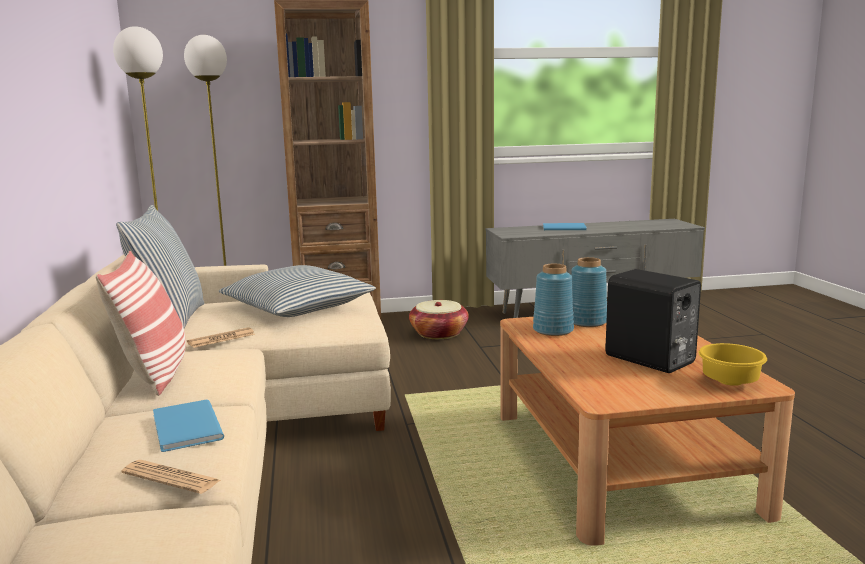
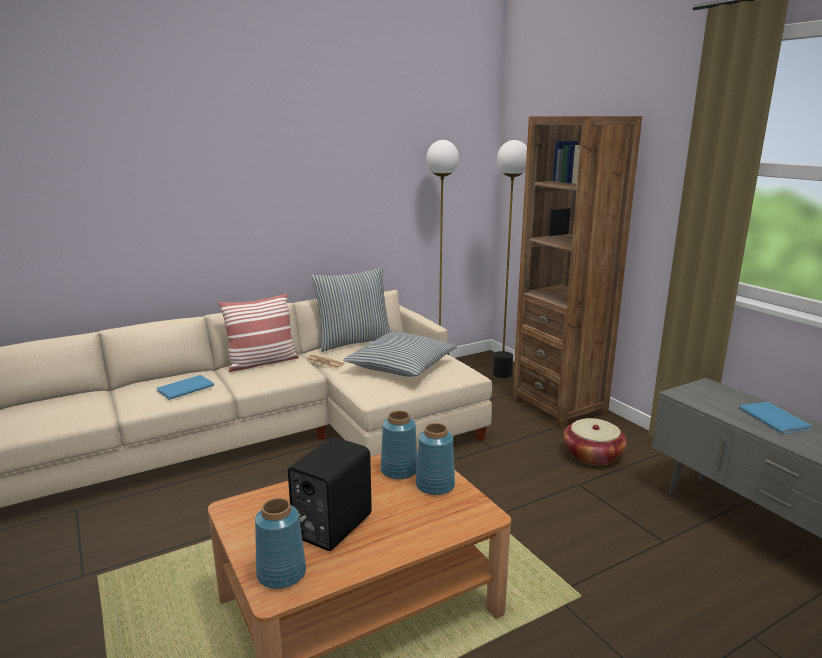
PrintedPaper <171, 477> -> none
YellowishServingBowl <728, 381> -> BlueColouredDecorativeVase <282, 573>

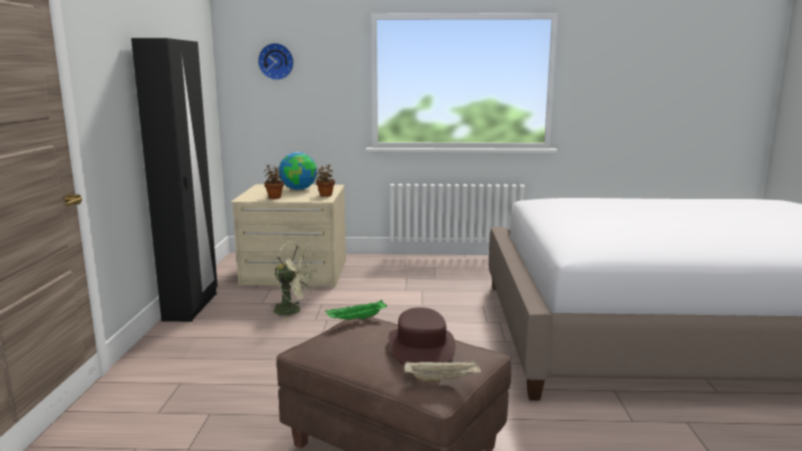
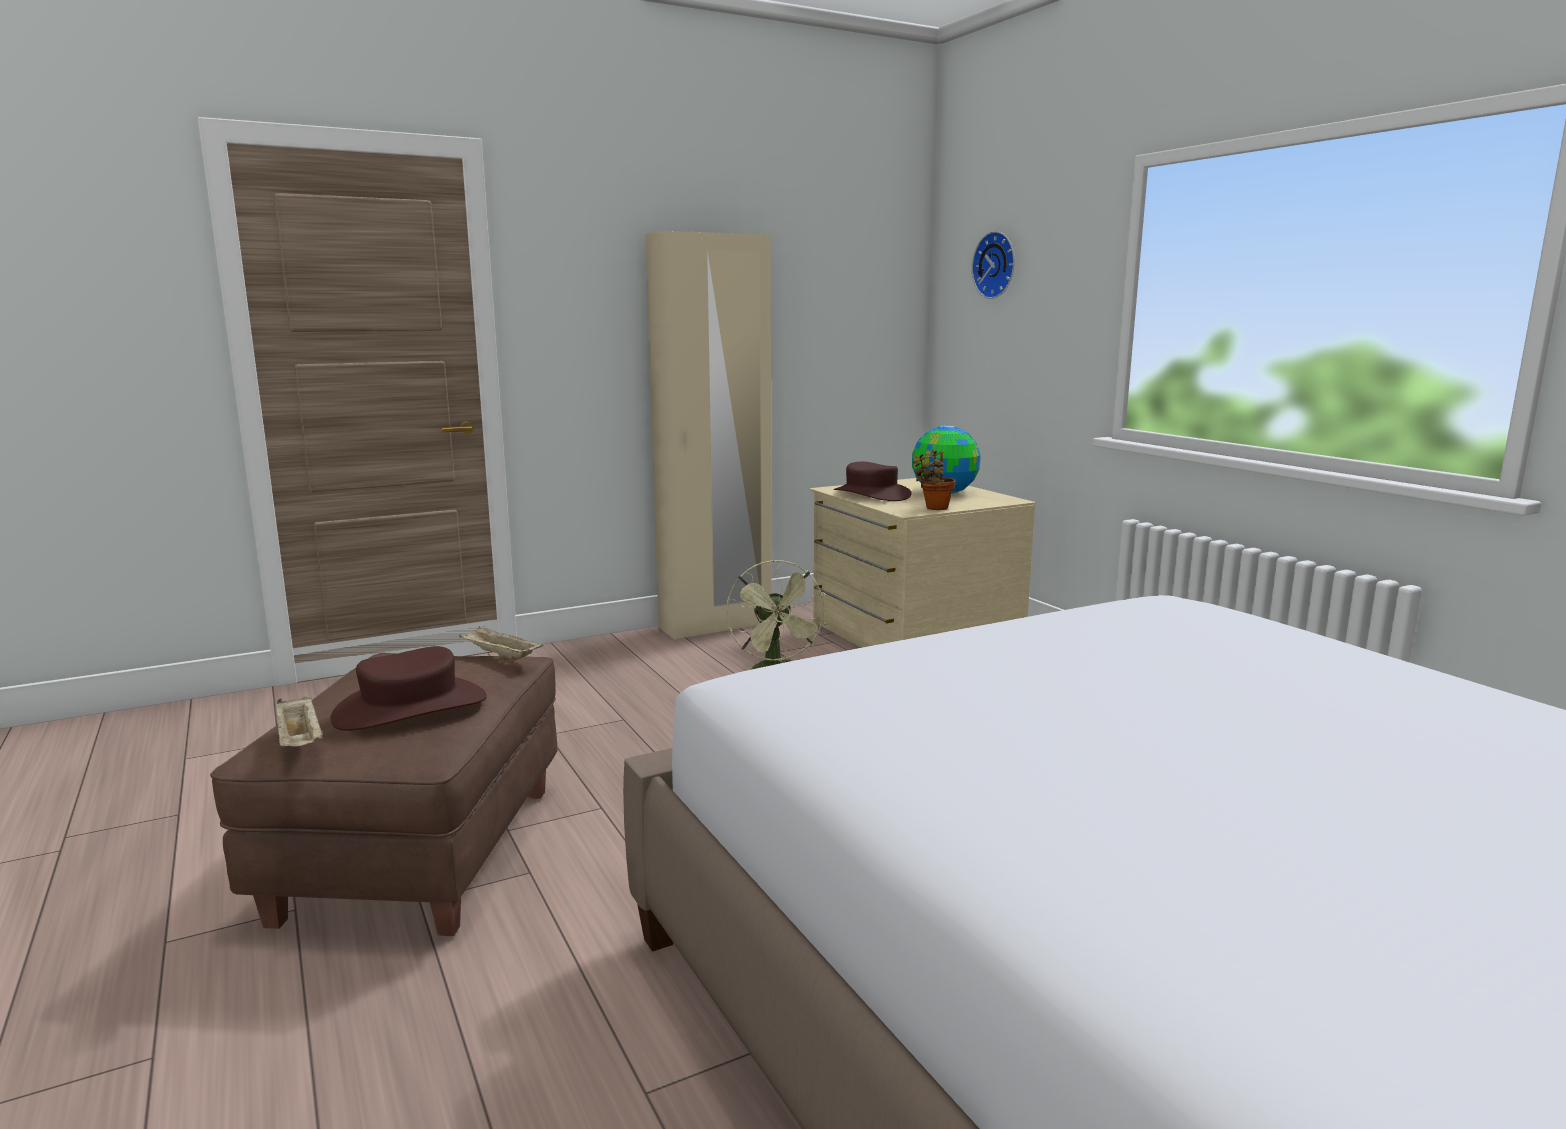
Houseplant <274, 197> -> BrownishClothingHat <871, 495>
BlackColouredArmoire <191, 307> -> SandColouredArmoire <715, 625>
GreenishCarryingTray <356, 320> -> SandColouredCarryingTray <500, 656>

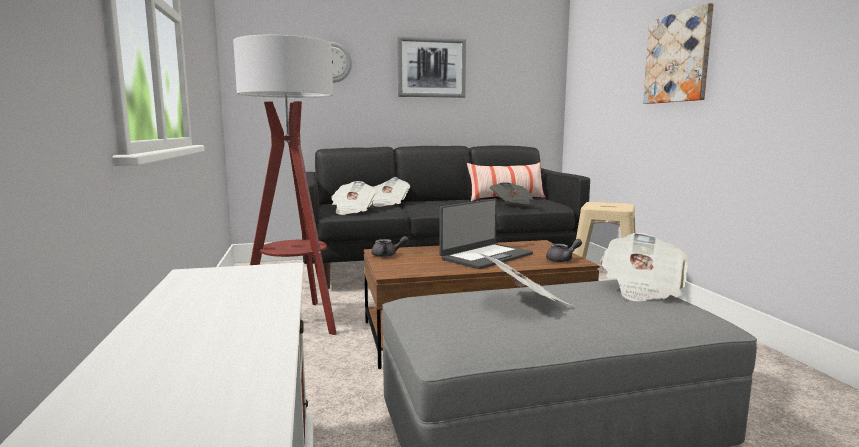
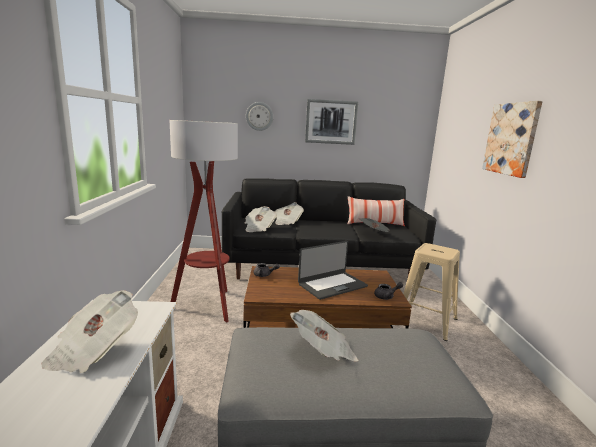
PrintedPaper <641, 289> -> PrintedPaper <93, 350>, moved

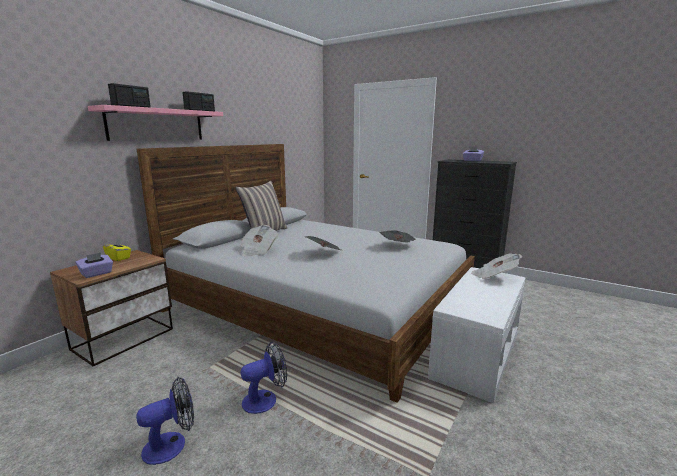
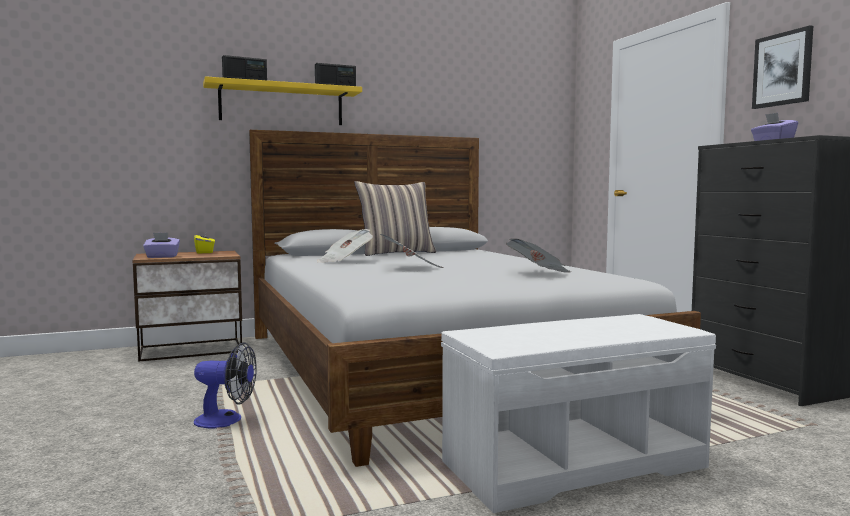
Fan <172, 444> -> none
PrintedPaper <494, 277> -> none
none -> WallPicture <782, 69>
PinkBracketShelf <157, 125> -> YellowishBracketShelf <282, 105>

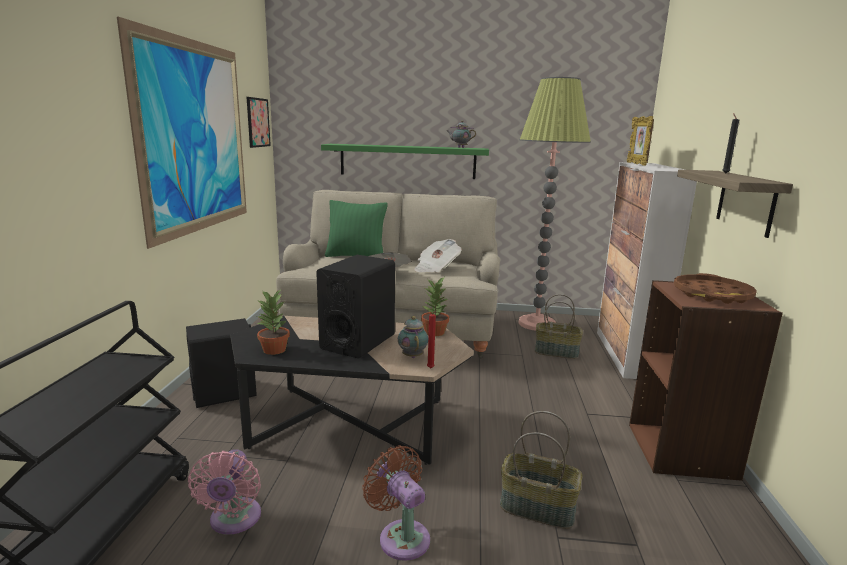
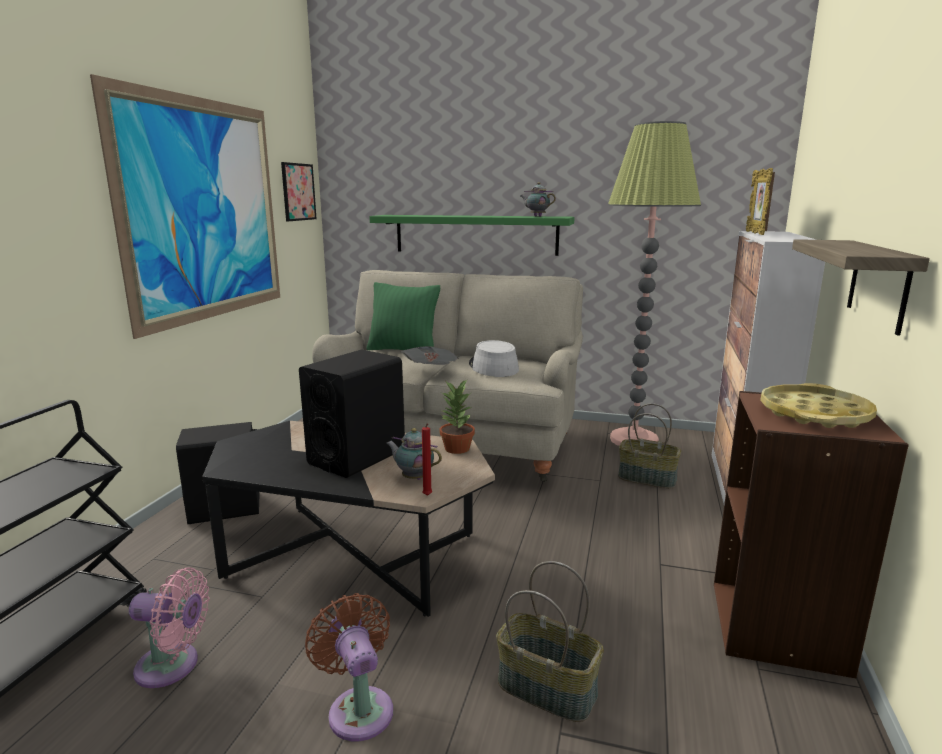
Houseplant <274, 350> -> none
BlackColouredWaxLight <725, 173> -> none
PrintedPaper <436, 268> -> GreyClothingHat <493, 367>
BrownishCarryingTray <712, 295> -> YellowishCarryingTray <814, 414>
PinkFan <234, 521> -> PinkFan <173, 666>, 90 degrees counterclockwise
Teapot <412, 355> -> Teapot <413, 478>, 60 degrees counterclockwise

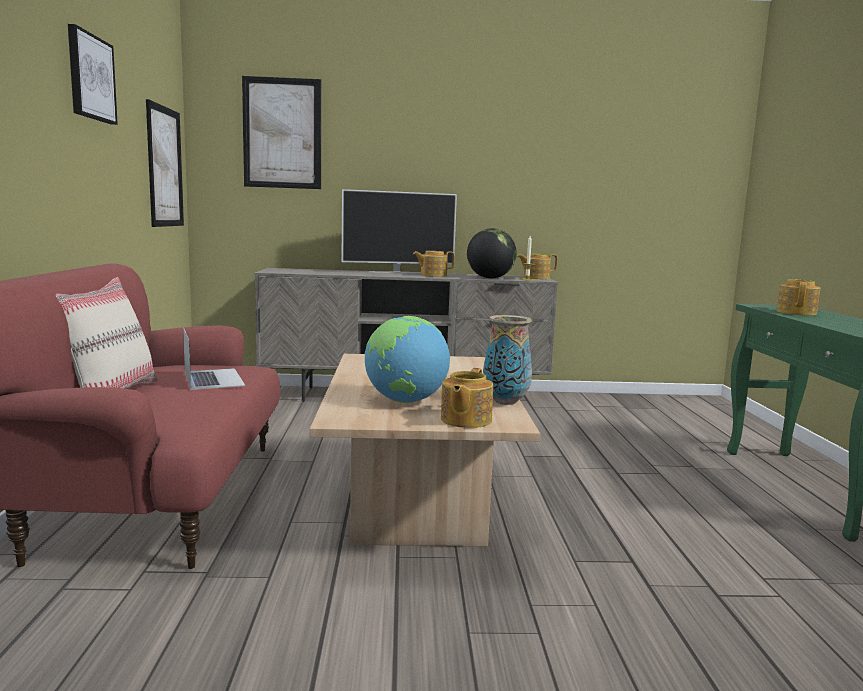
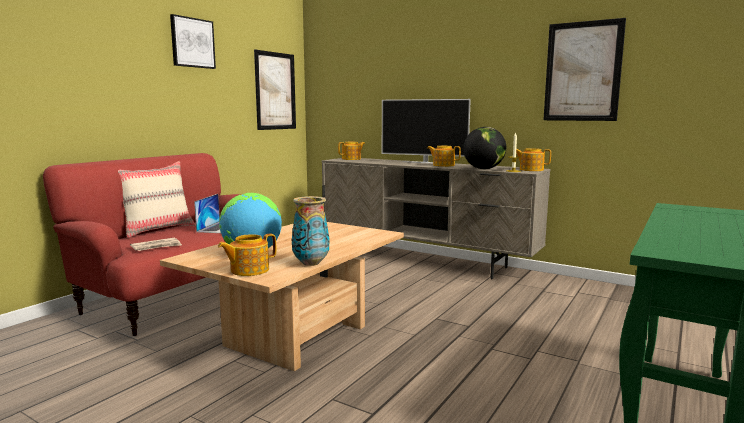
none -> PrintedPaper <157, 247>
WallPicture <282, 133> -> WallPicture <582, 71>, moved
Teapot <796, 312> -> Teapot <352, 159>, moved

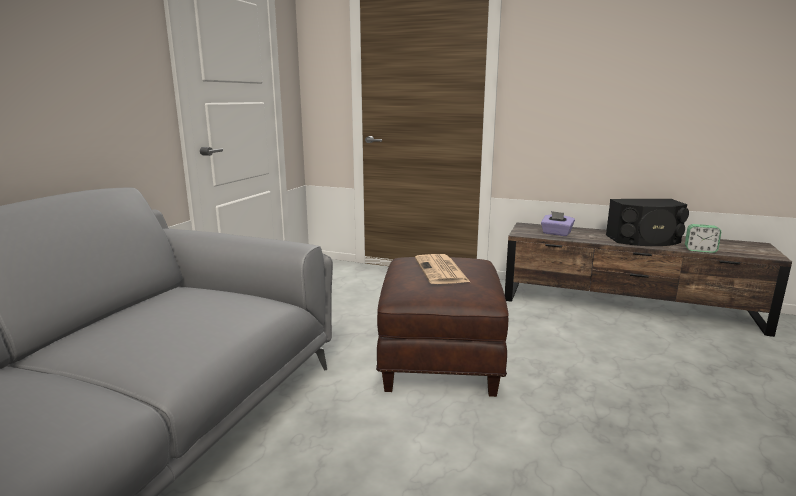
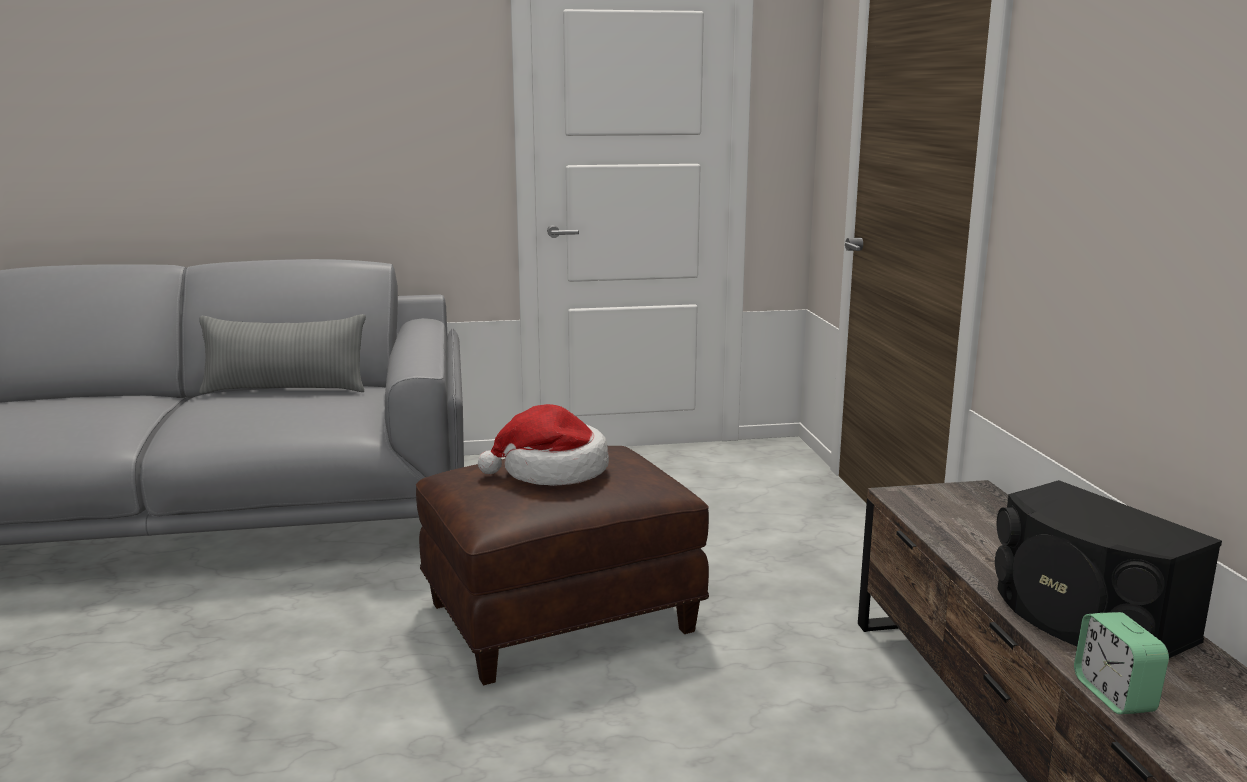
PurplishTissueHolder <556, 233> -> none
none -> GreyThrowPillow <285, 389>
PrintedPaper <441, 270> -> ClothingHat <552, 471>

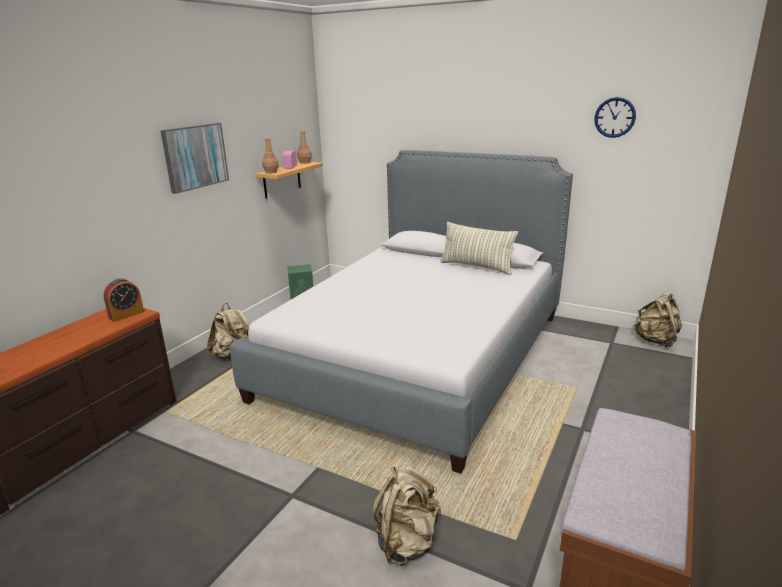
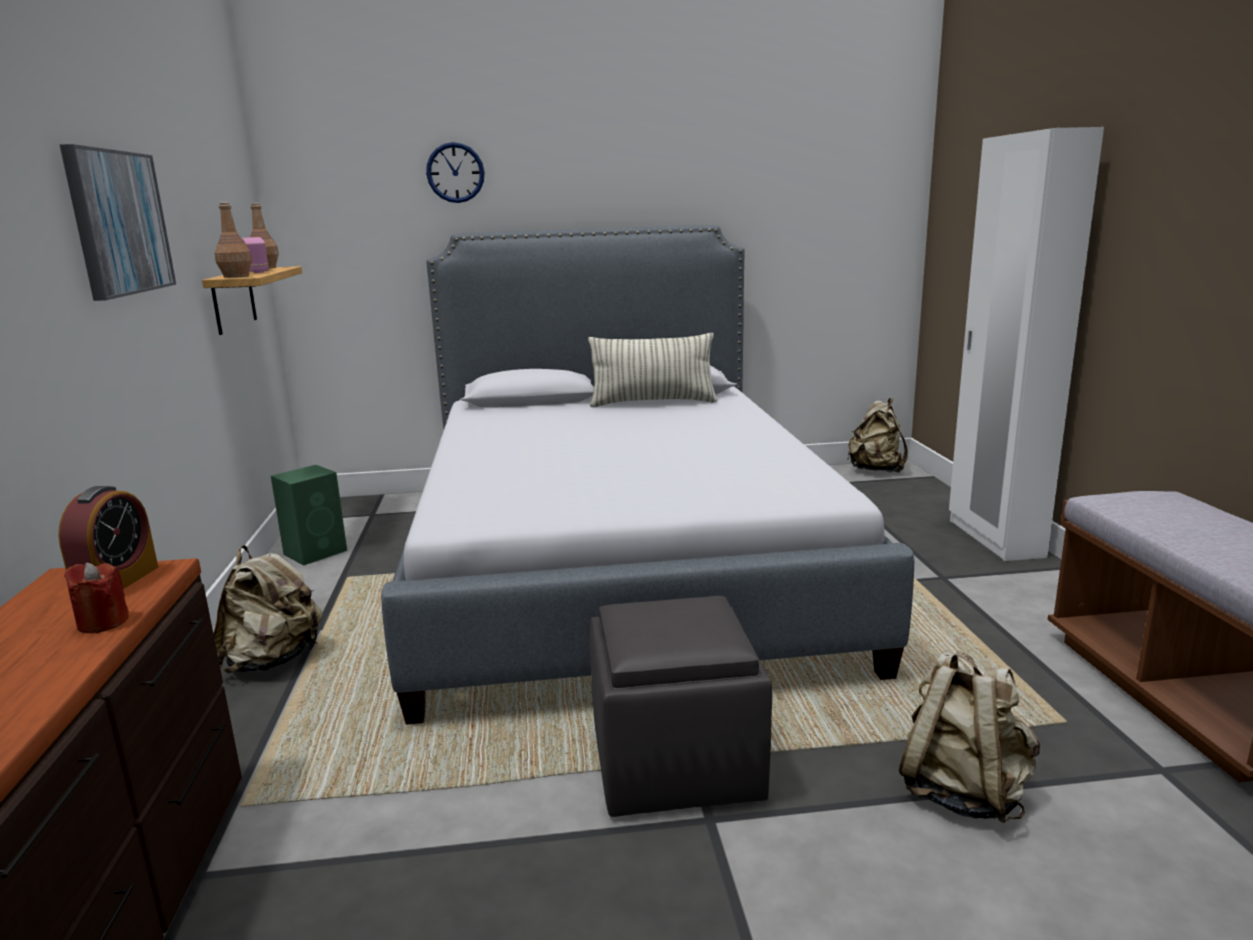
none -> ReddishWaxLight <103, 622>
none -> GreyOttoman <676, 762>
none -> WhiteArmoire <994, 538>
WallClock <614, 117> -> WallClock <455, 173>, moved

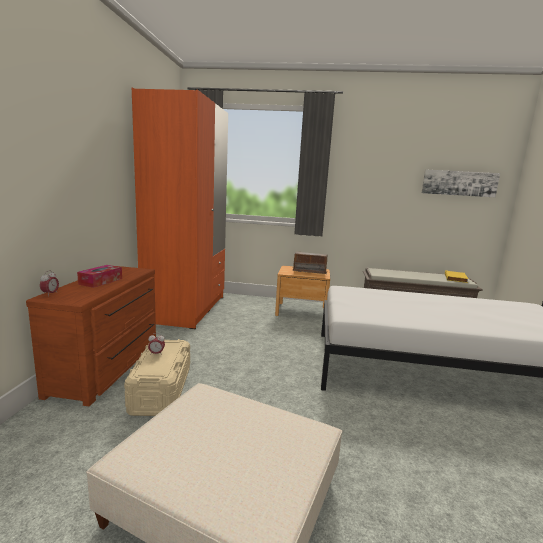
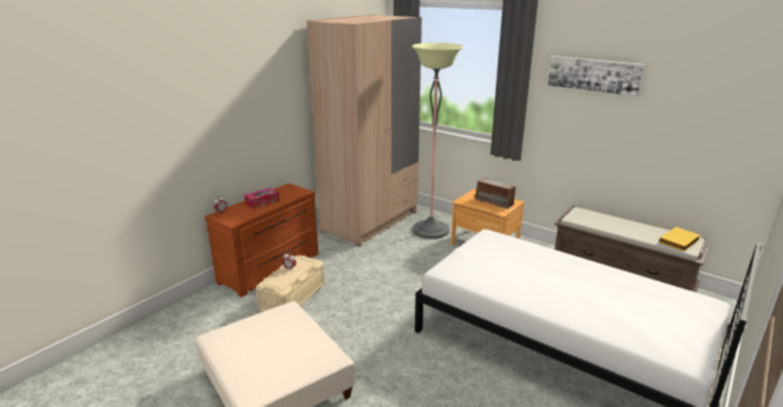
none -> StandardLamp <430, 230>
WallPicture <459, 183> -> WallPicture <593, 75>, moved
OrangeyArmoire <187, 309> -> SandColouredArmoire <370, 221>

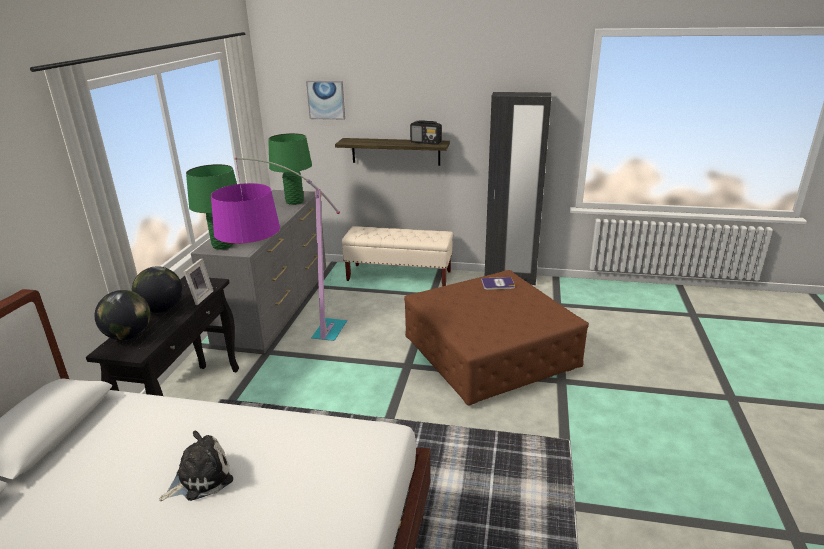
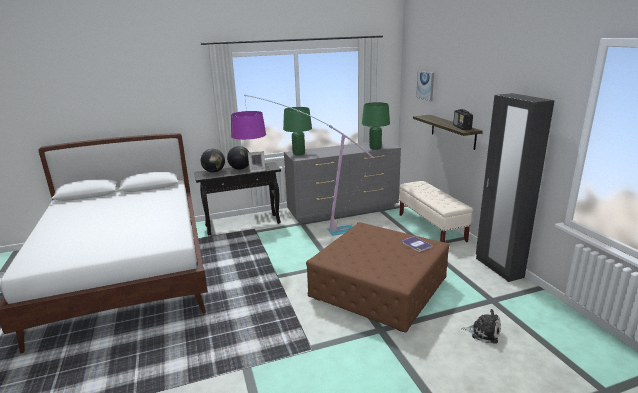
CuddlyToy <200, 478> -> CuddlyToy <483, 332>, moved

